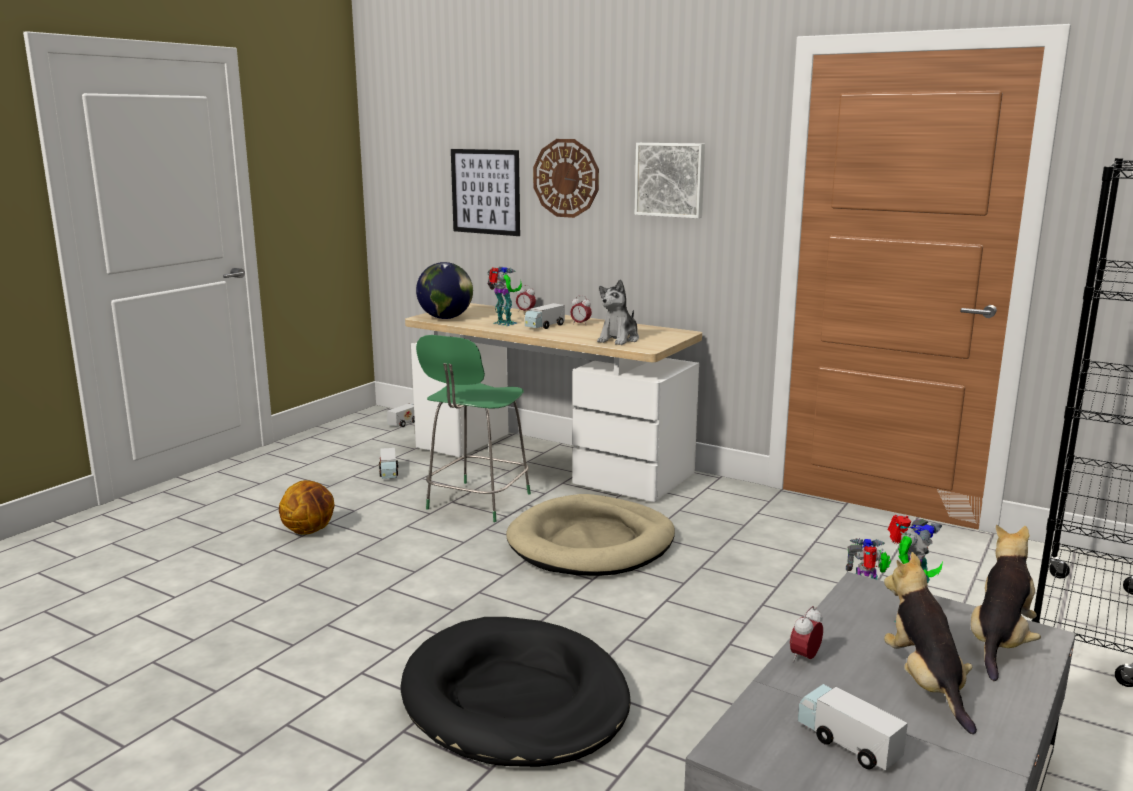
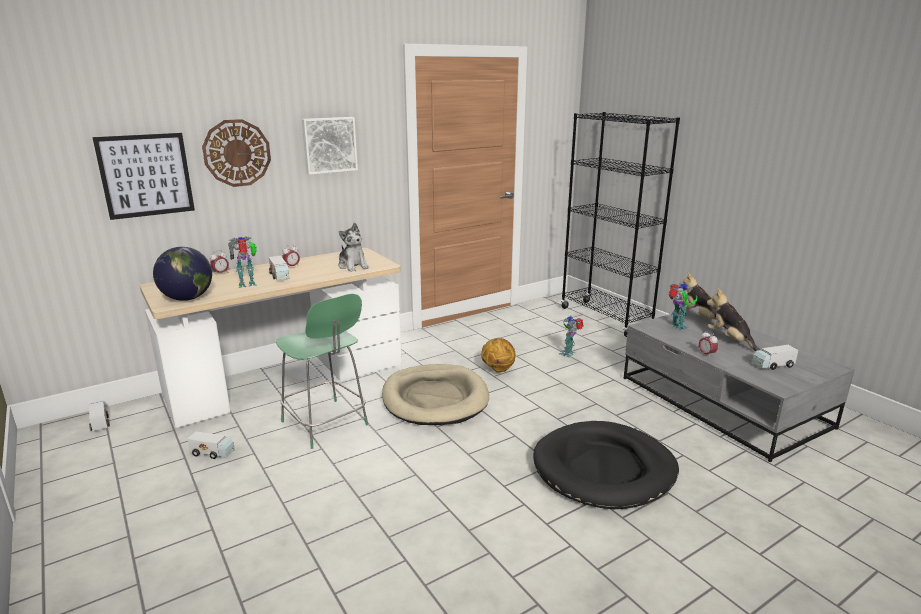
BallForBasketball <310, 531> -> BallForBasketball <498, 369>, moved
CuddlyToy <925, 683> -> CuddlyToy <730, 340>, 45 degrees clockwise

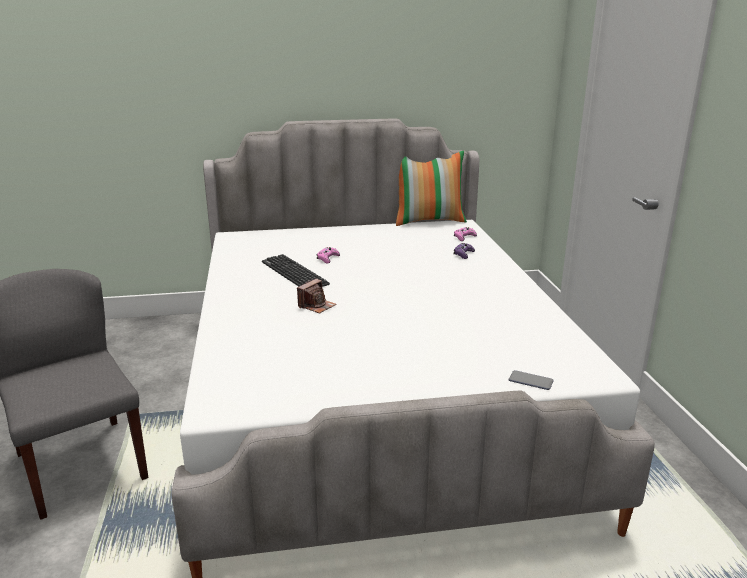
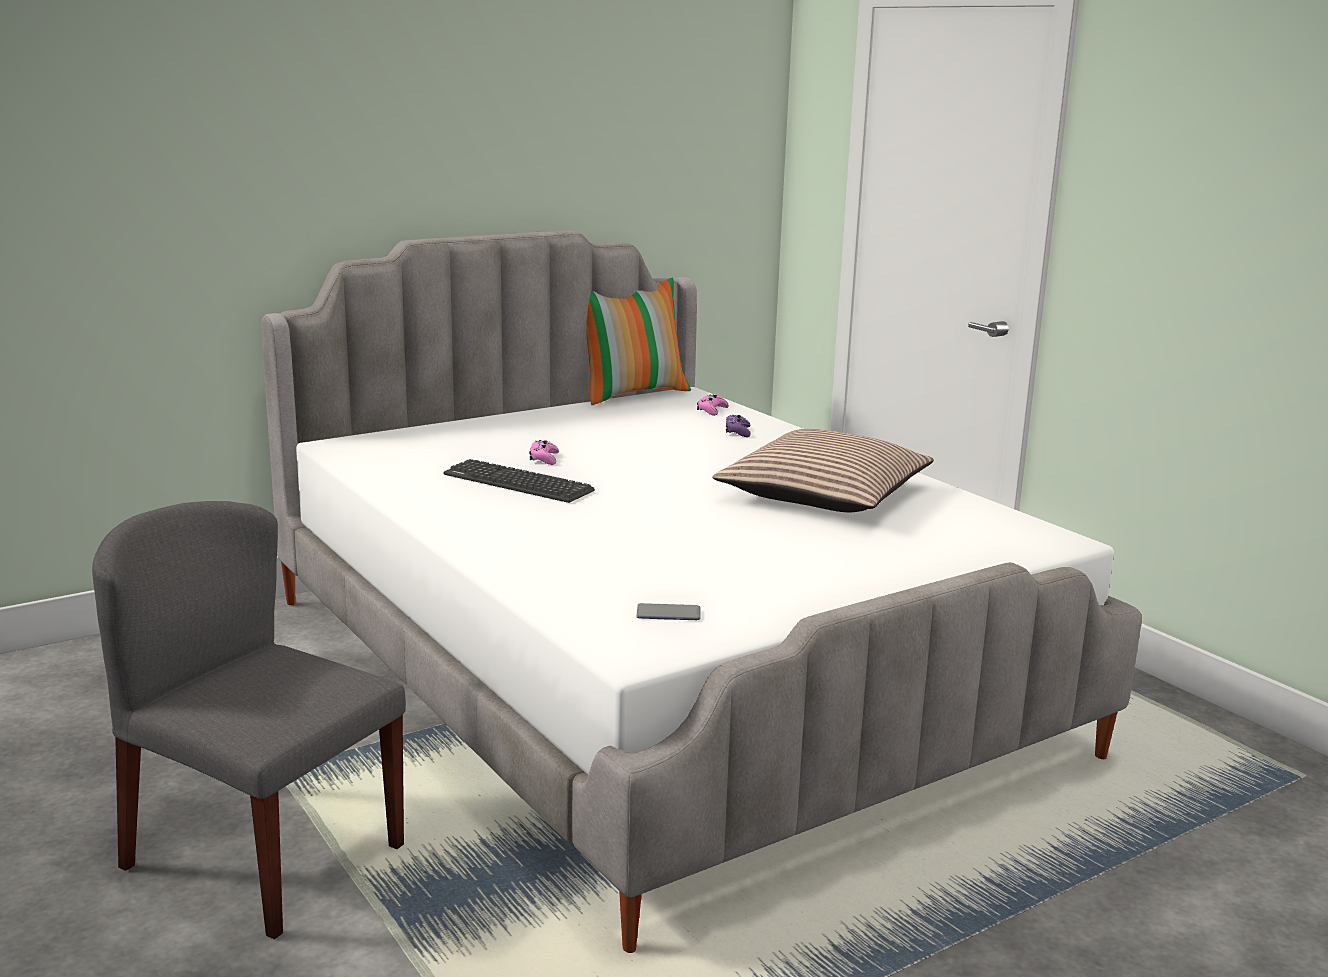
PhotoCamera <317, 306> -> none
none -> ThrowPillow <823, 494>
Handset <530, 381> -> Handset <668, 614>, moved

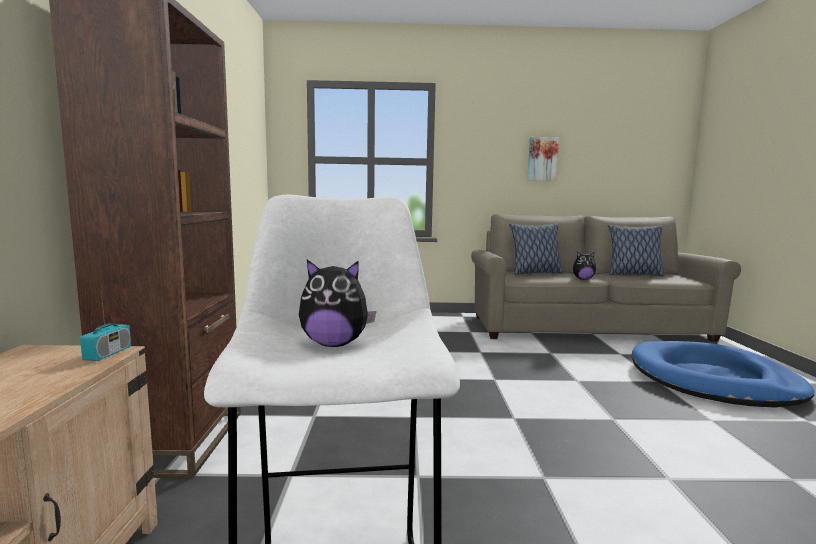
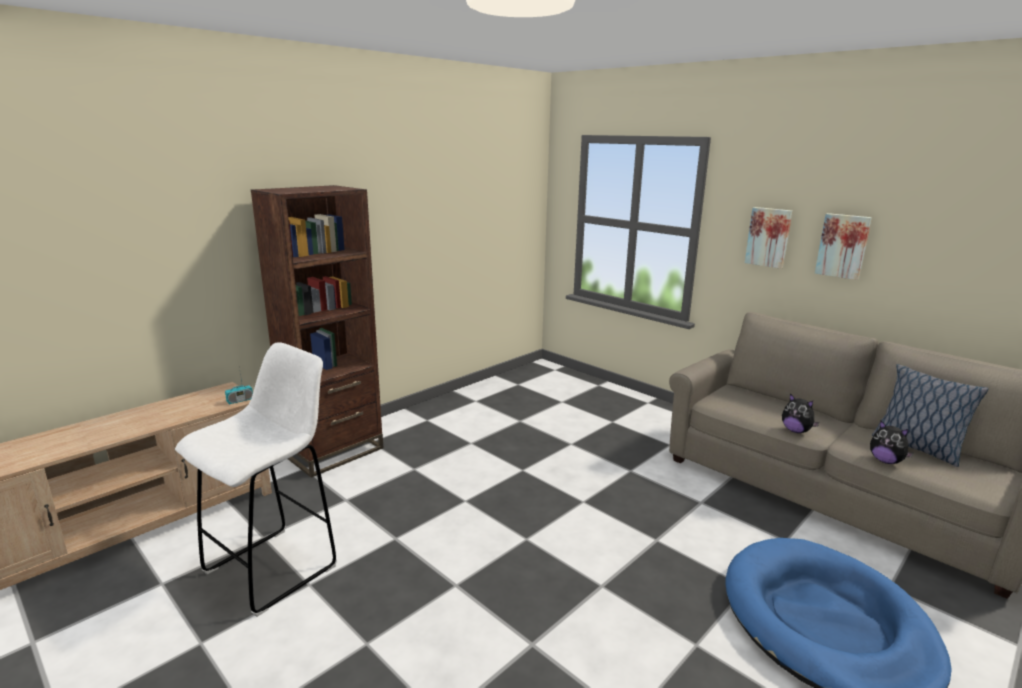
ThrowPillow <535, 273> -> none
none -> WallPicture <768, 237>
CuddlyToy <335, 344> -> CuddlyToy <886, 461>, moved

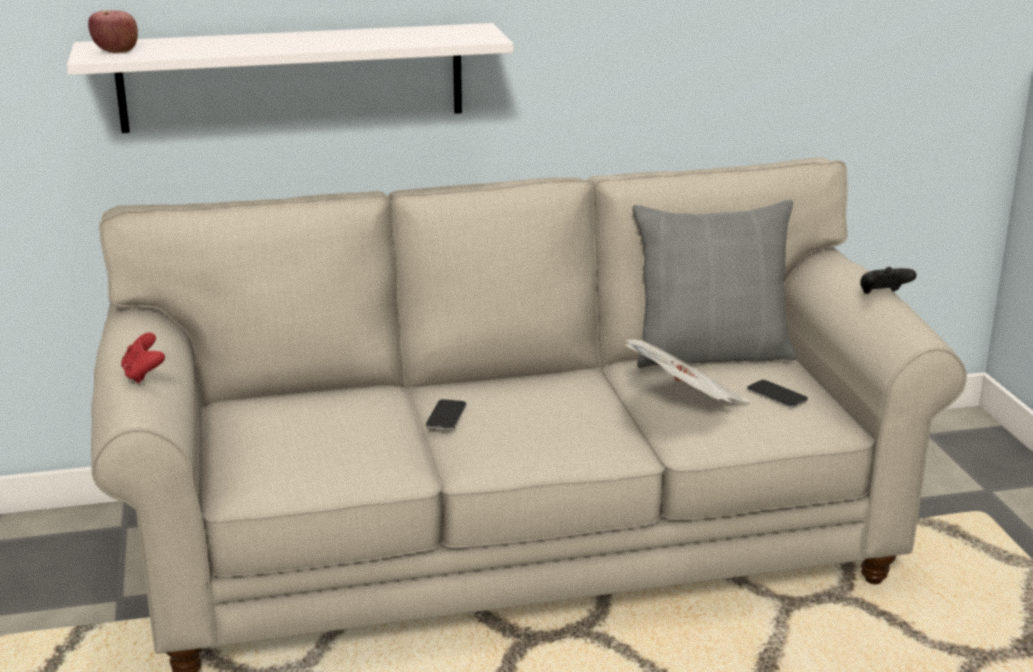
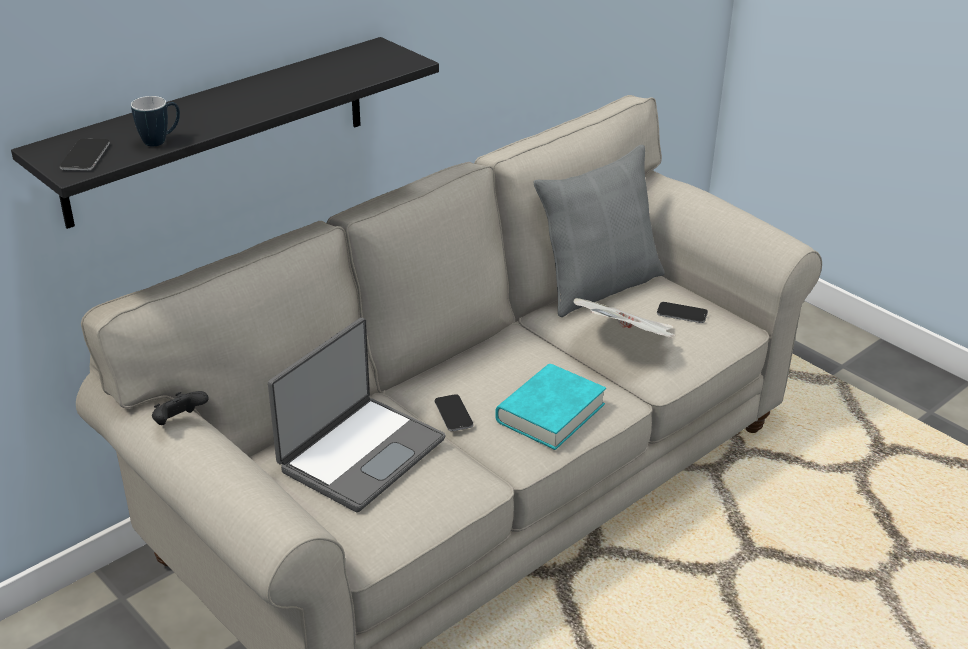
ReddishJoypad <143, 375> -> none
none -> CoffeeMug <160, 141>
none -> Laptop <360, 453>
none -> TurquoiseBook <550, 413>
BlackColouredJoypad <883, 295> -> BlackColouredJoypad <179, 422>, moved
AppleFruit <116, 51> -> Handset <85, 156>
WhiteBracketShelf <292, 77> -> BlackColouredBracketShelf <218, 130>

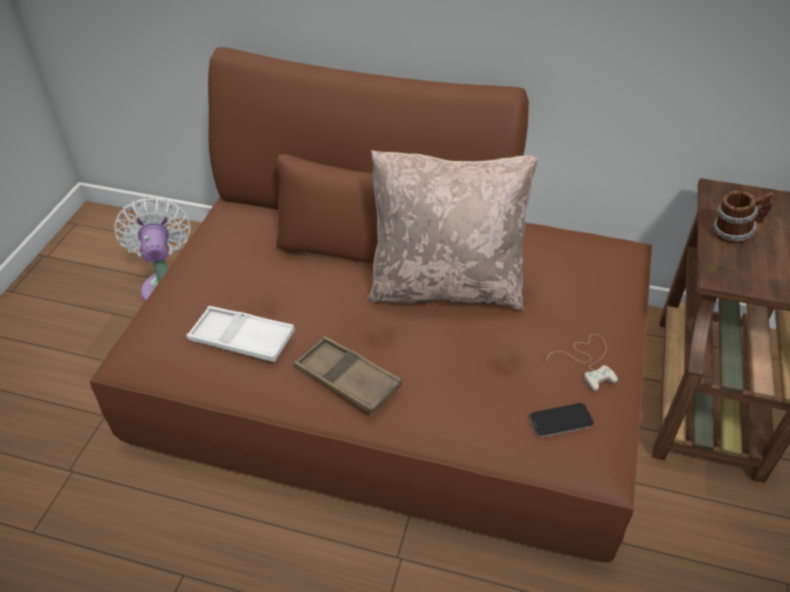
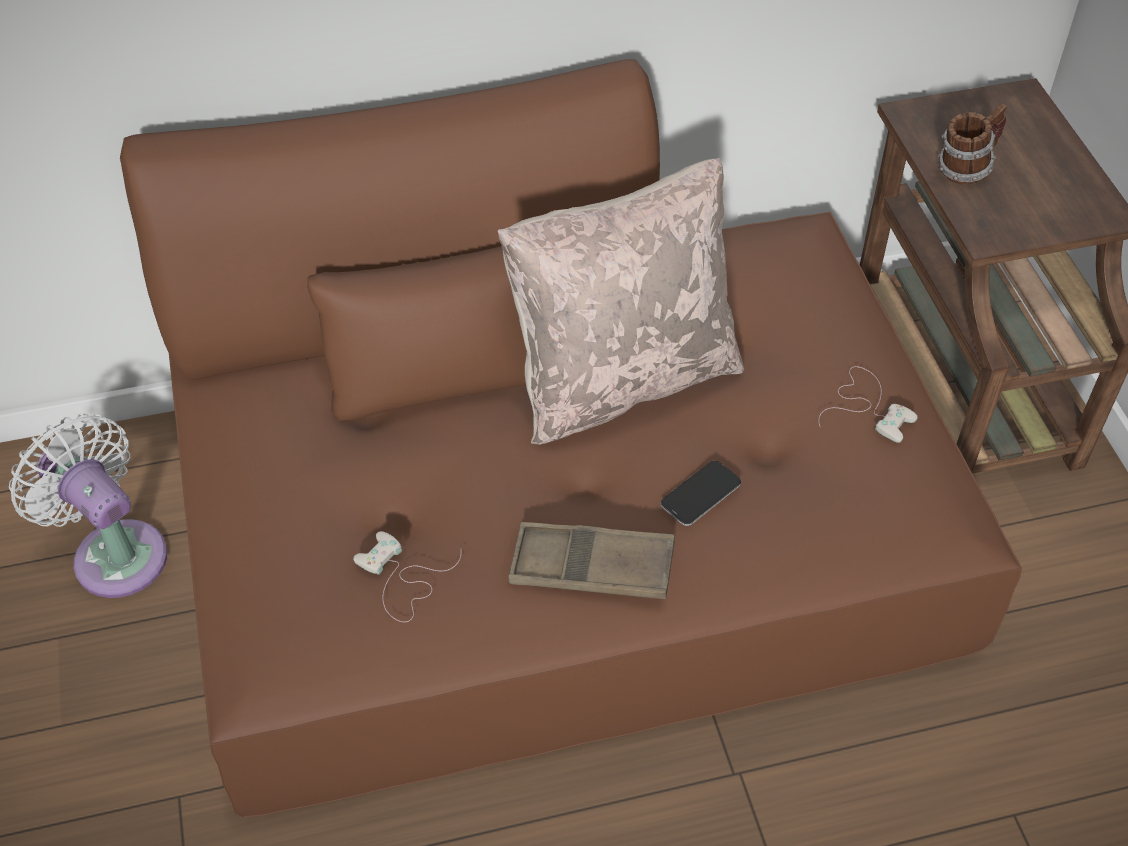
Handset <561, 421> -> Handset <700, 494>, moved
WhiteCarryingTray <242, 339> -> WhiteJoypad <402, 579>

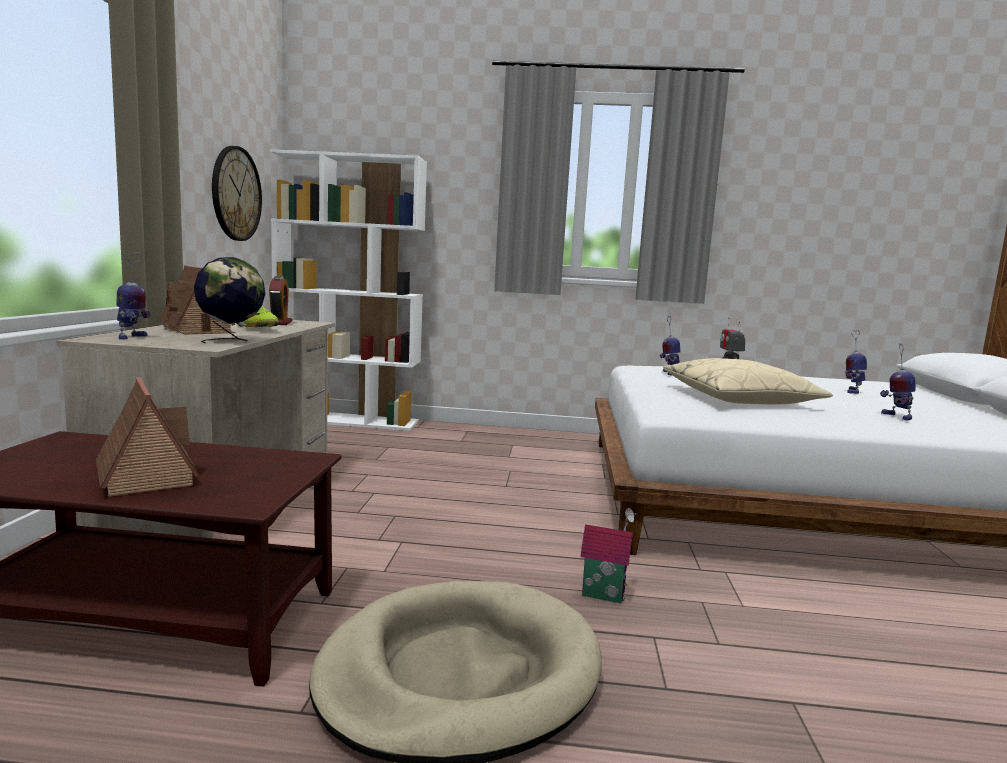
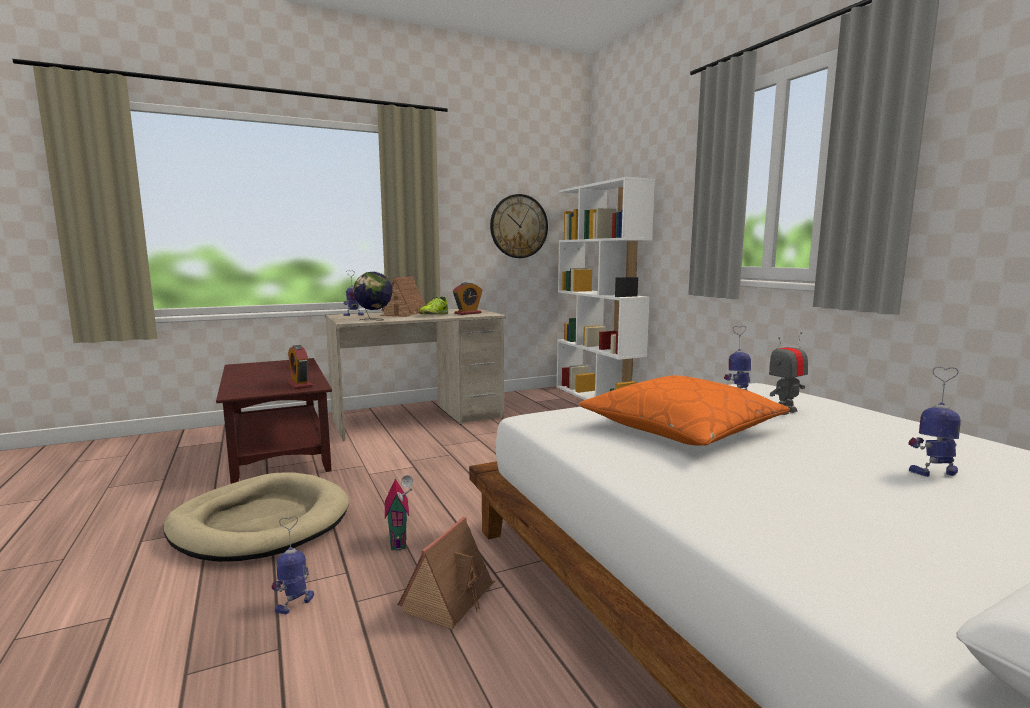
none -> BedsideClock <300, 385>
MiniatureHouse <146, 475> -> MiniatureHouse <449, 598>, moved
ModelRobot <896, 416> -> ModelRobot <296, 604>, moved
SandColouredThrowPillow <739, 398> -> OrangeyThrowPillow <682, 429>

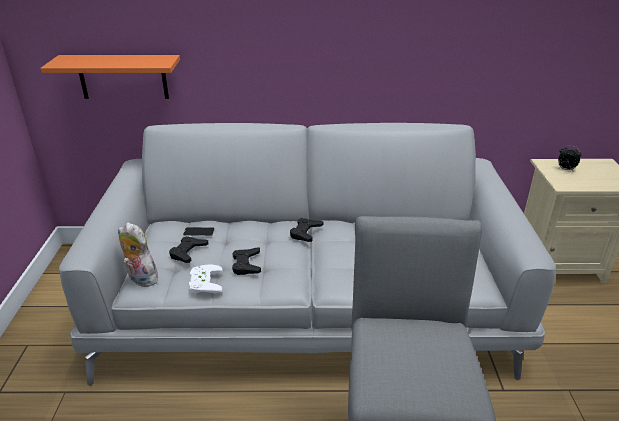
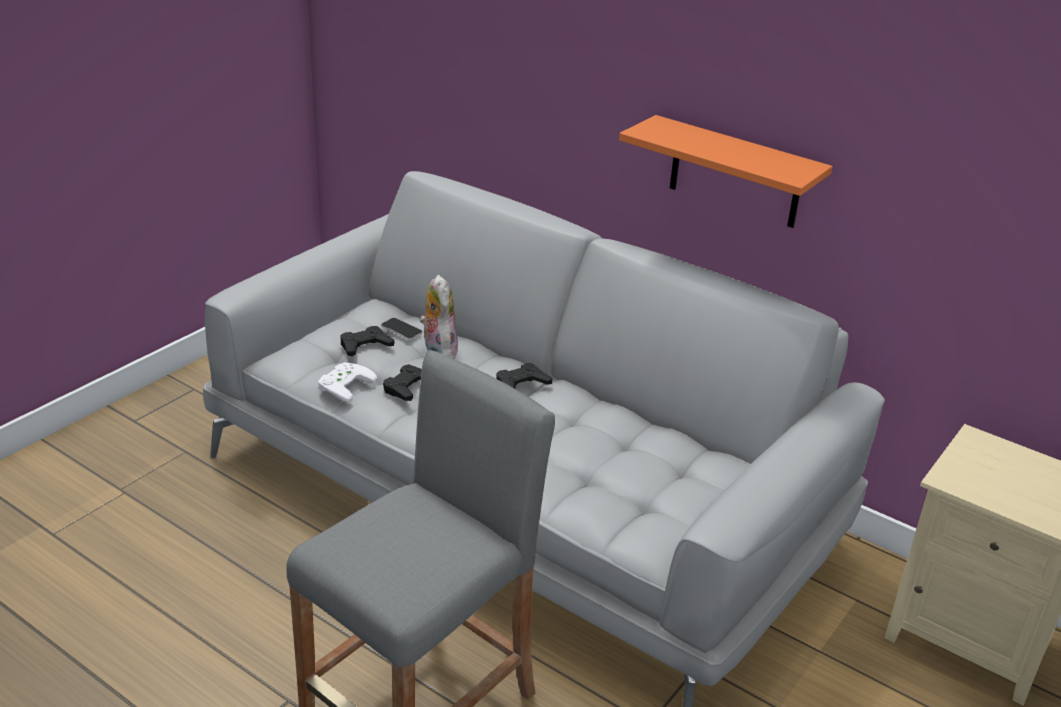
BedsideClock <565, 169> -> none
OrangeyBracketShelf <123, 77> -> OrangeyBracketShelf <735, 173>, moved
CuddlyToy <140, 279> -> CuddlyToy <437, 351>, moved

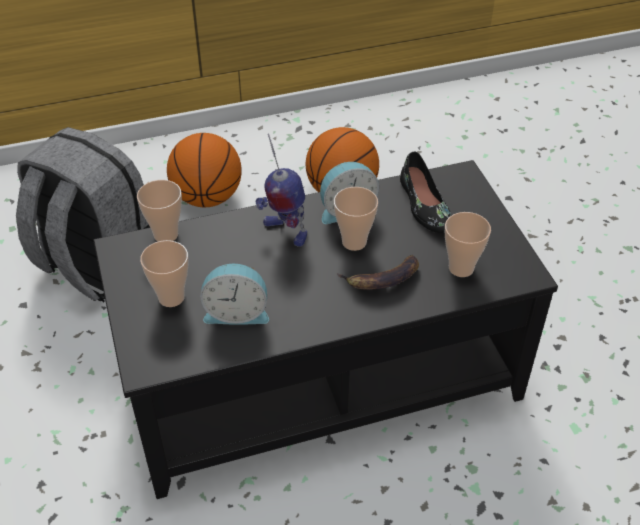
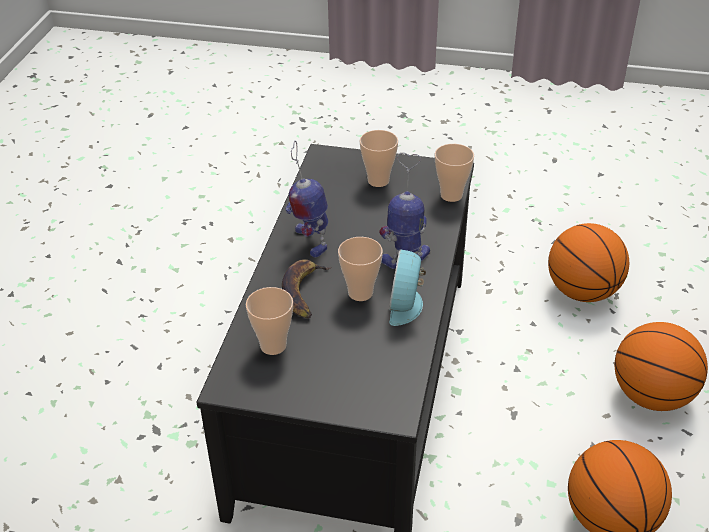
BedsideClock <236, 312> -> none
BlackColouredItemOfFootwear <424, 205> -> none
none -> ModelRobot <309, 241>
GreyRucksack <96, 265> -> BallForBasketball <582, 291>

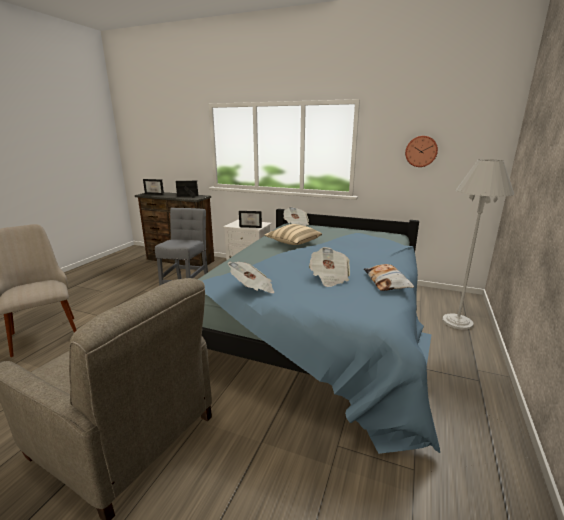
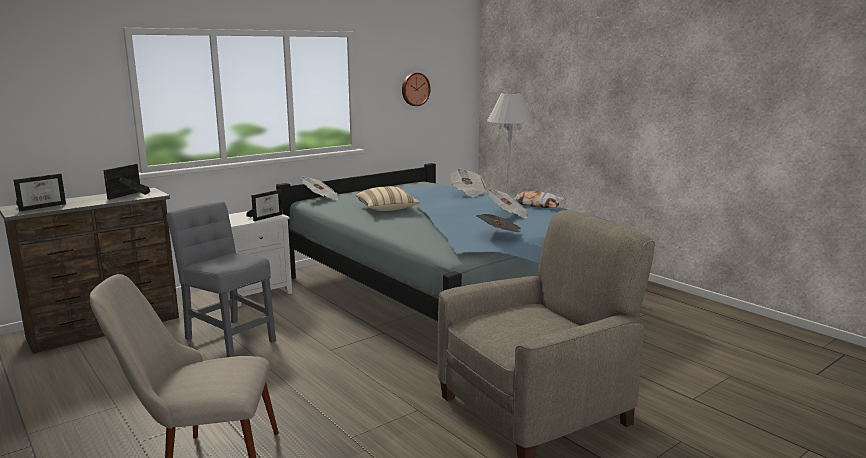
none -> PrintedPaper <468, 193>

